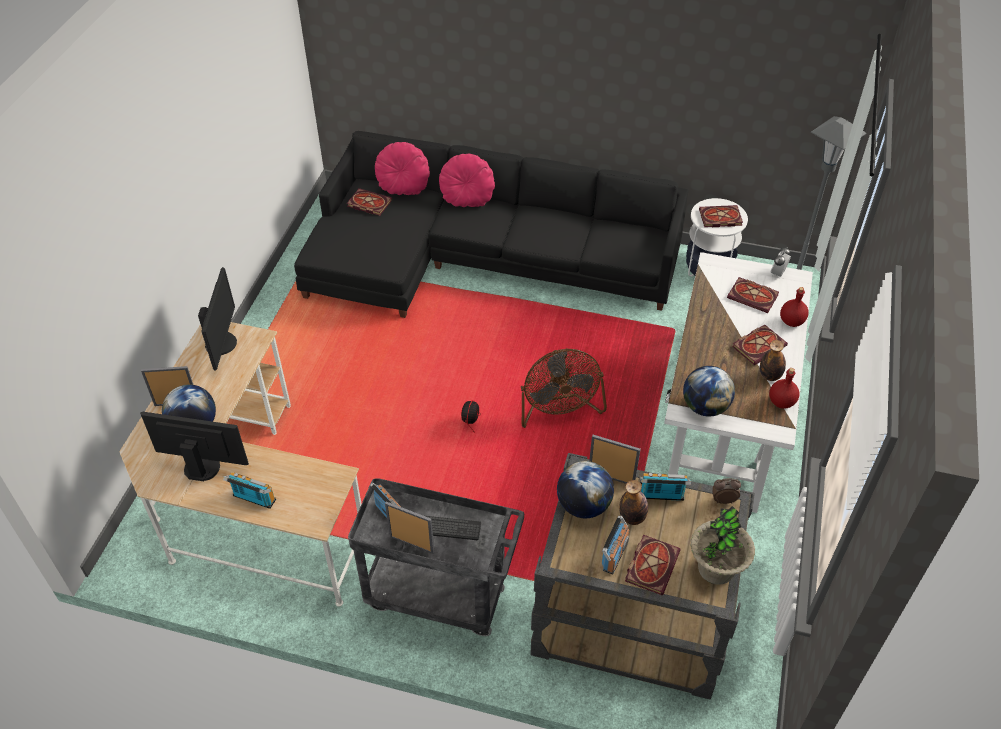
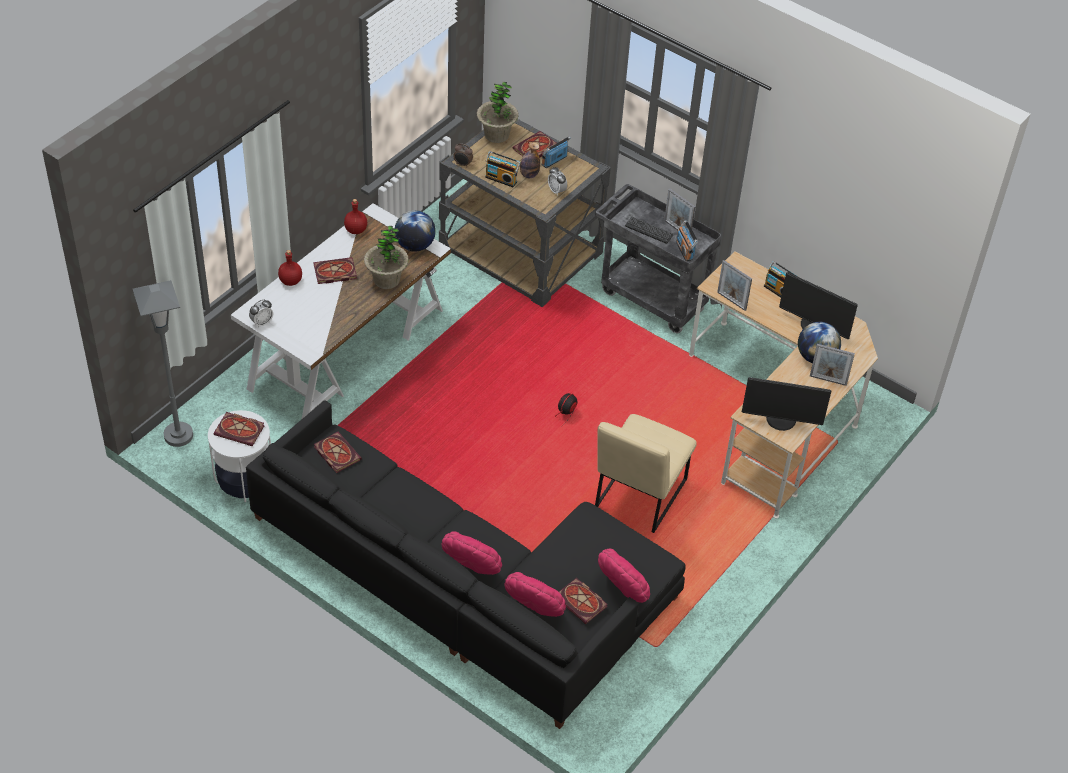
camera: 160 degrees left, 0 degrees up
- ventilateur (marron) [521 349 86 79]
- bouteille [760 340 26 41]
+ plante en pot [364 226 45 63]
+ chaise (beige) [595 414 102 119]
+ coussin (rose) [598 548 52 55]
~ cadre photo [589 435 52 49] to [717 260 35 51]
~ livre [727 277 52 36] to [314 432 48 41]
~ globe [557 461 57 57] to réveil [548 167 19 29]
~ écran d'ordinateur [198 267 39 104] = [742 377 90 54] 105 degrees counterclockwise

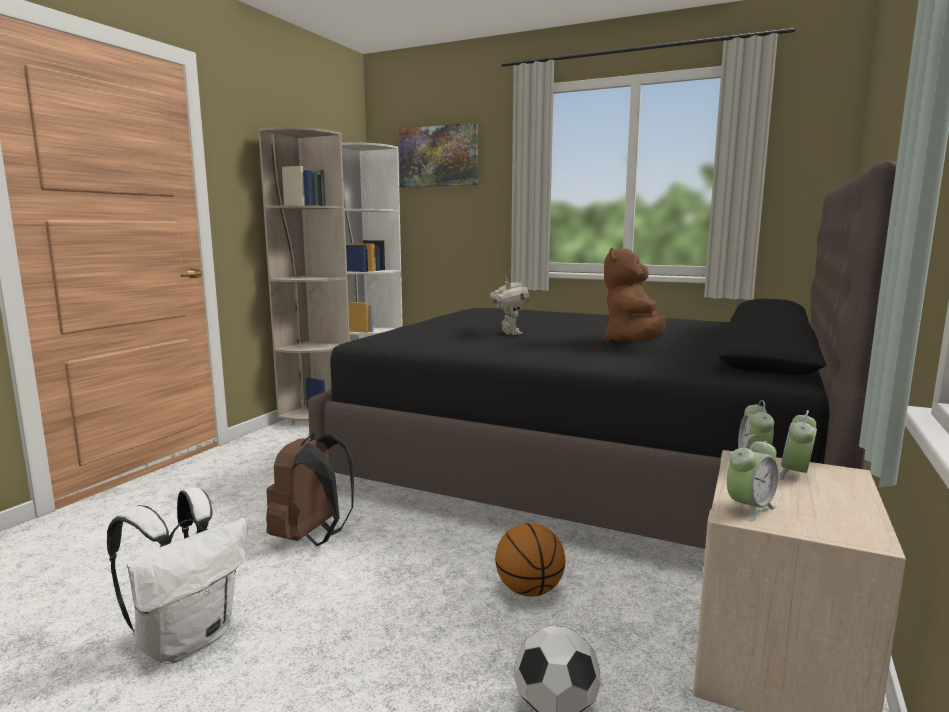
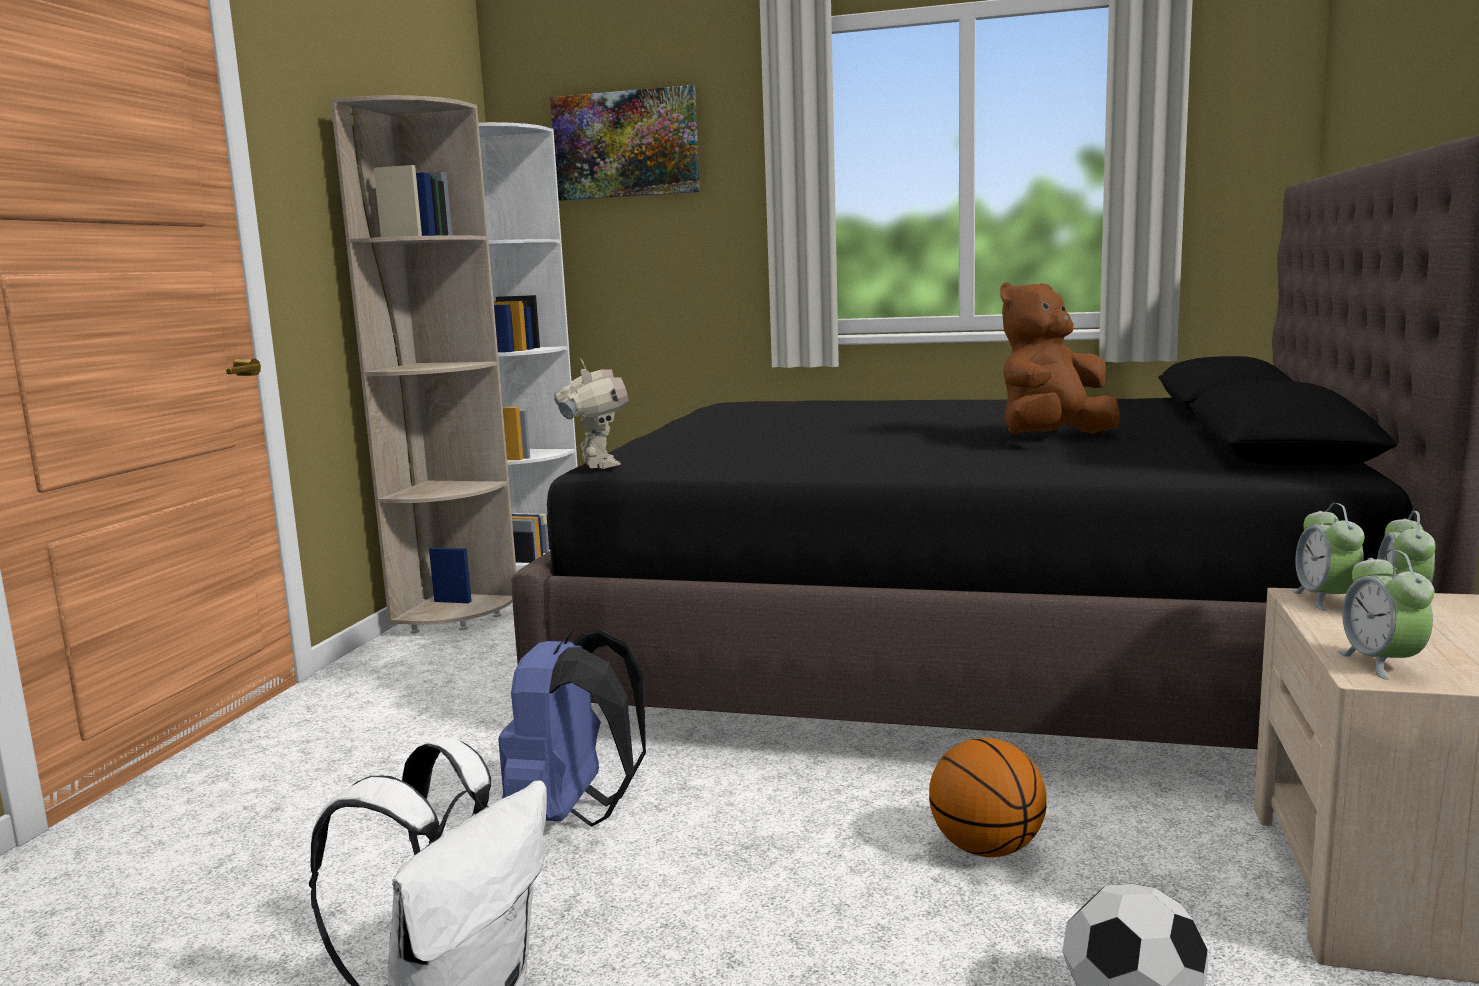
camera: 10 degrees left, 0 degrees up
~ robot jouet [490 276 40 59] to [554 358 75 111]
~ sac à dos (marron) [266 433 88 113] to sac à dos (bleu) [498 629 148 198]
~ peluche (marron) [604 247 62 96] = [1000 282 120 153] 45 degrees clockwise
~ réveil [727 434 52 87] = [1337 549 98 131] 135 degrees clockwise

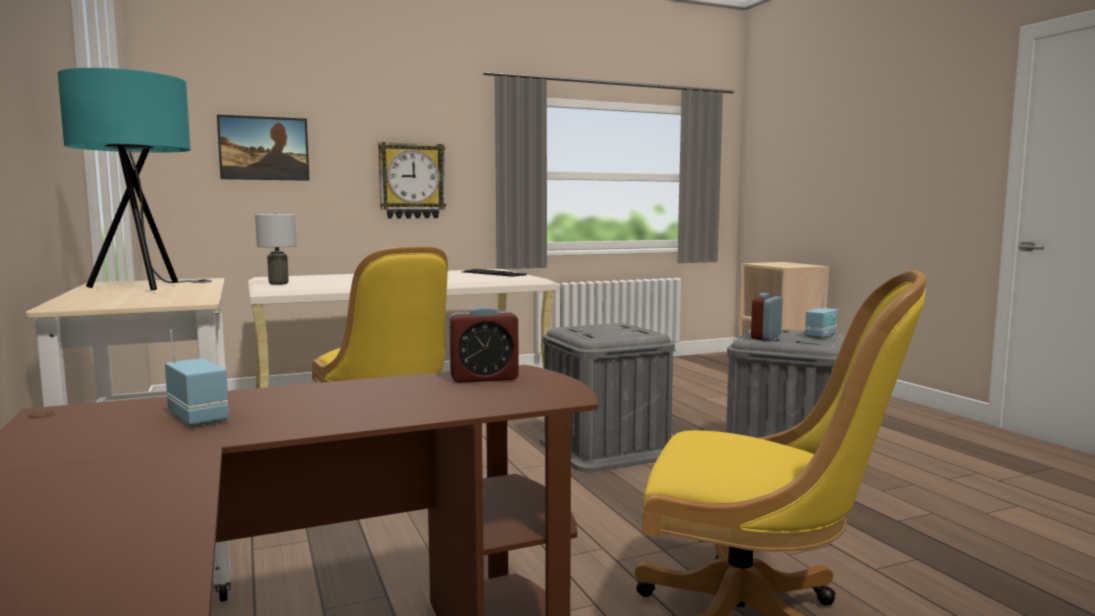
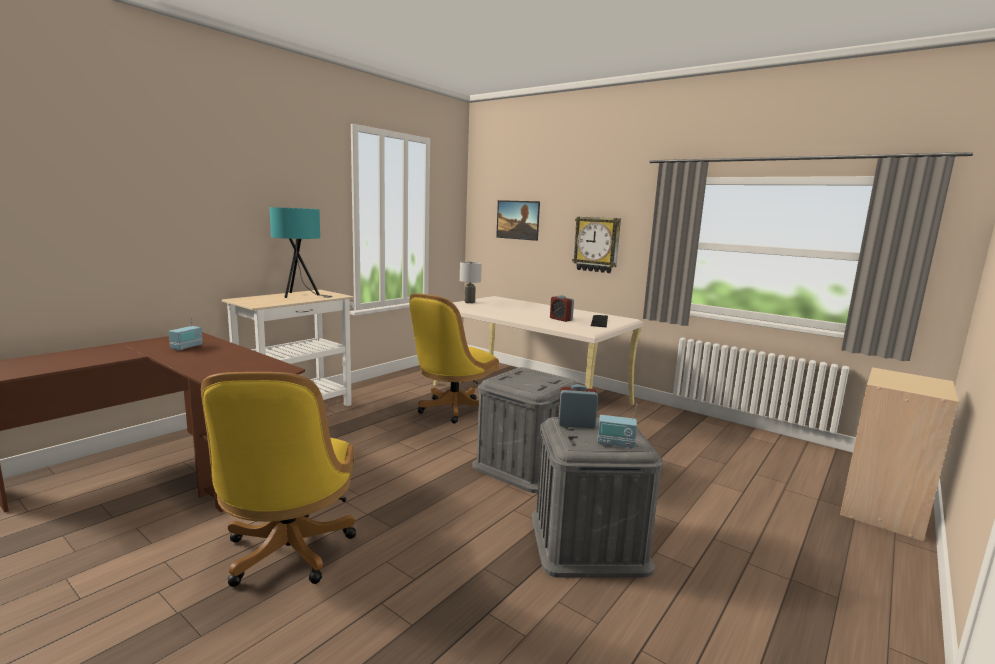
camera: 60 degrees right, 5 degrees up
~ réveil [449 306 70 77] to [550 295 24 27]

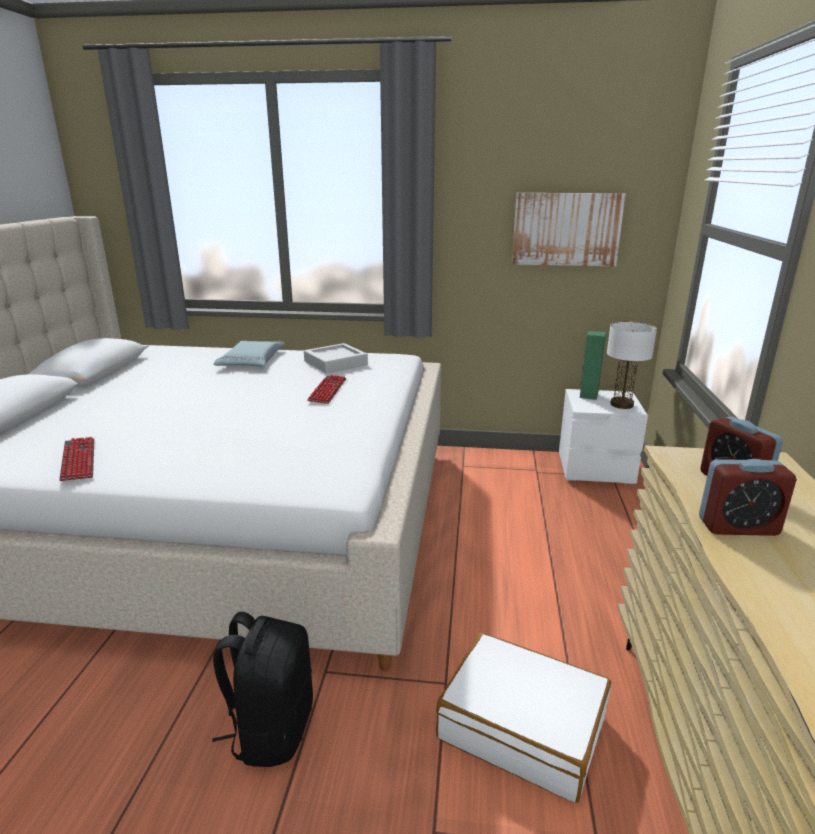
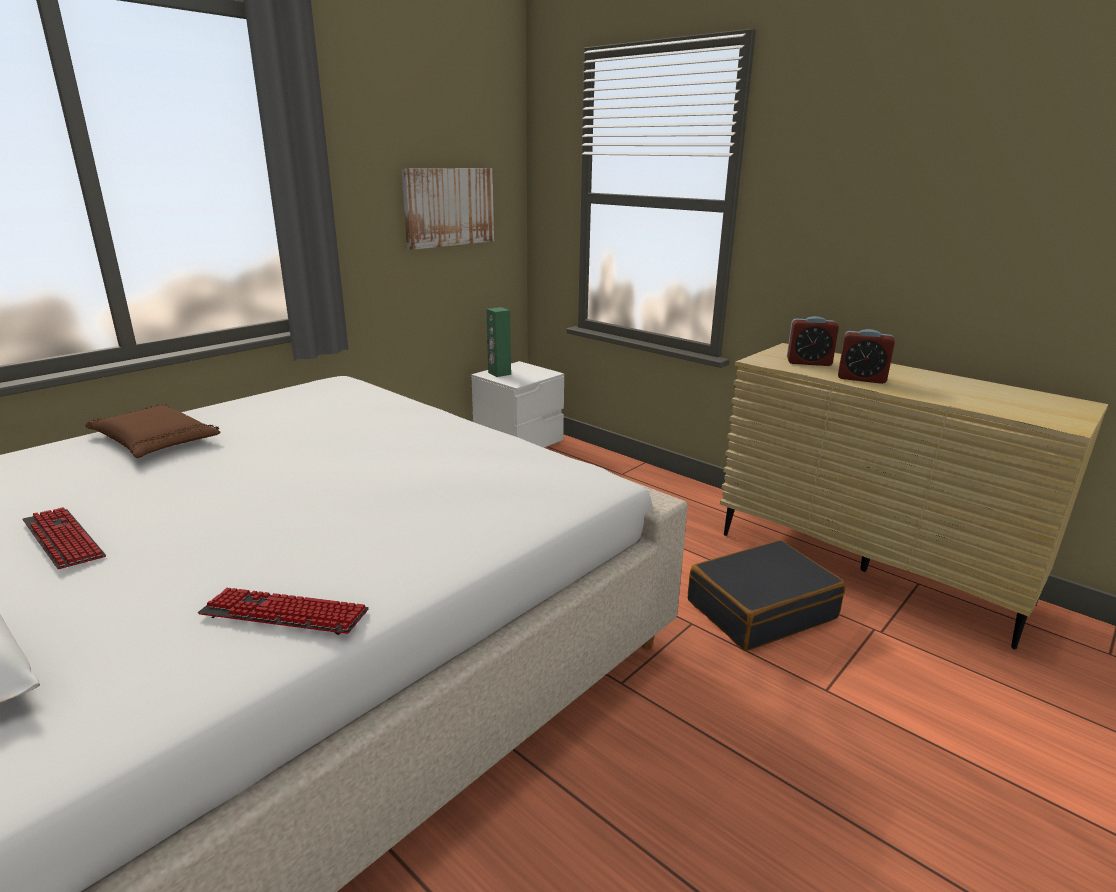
camera: 55 degrees left, 0 degrees up
- sac à dos (noir) [212 612 101 155]
- plateau (gris) [304 343 64 30]
- lampe de table [607 321 50 88]
~ clavier [307 375 39 29] to [23 507 83 62]
~ coussin (bleu) [214 340 71 26] to coussin (marron) [85 403 136 55]
~ valise (blanc) [436 632 175 171] to valise (noir) [688 540 158 111]
~ réveil [699 459 97 77] = [838 329 57 55] 75 degrees clockwise

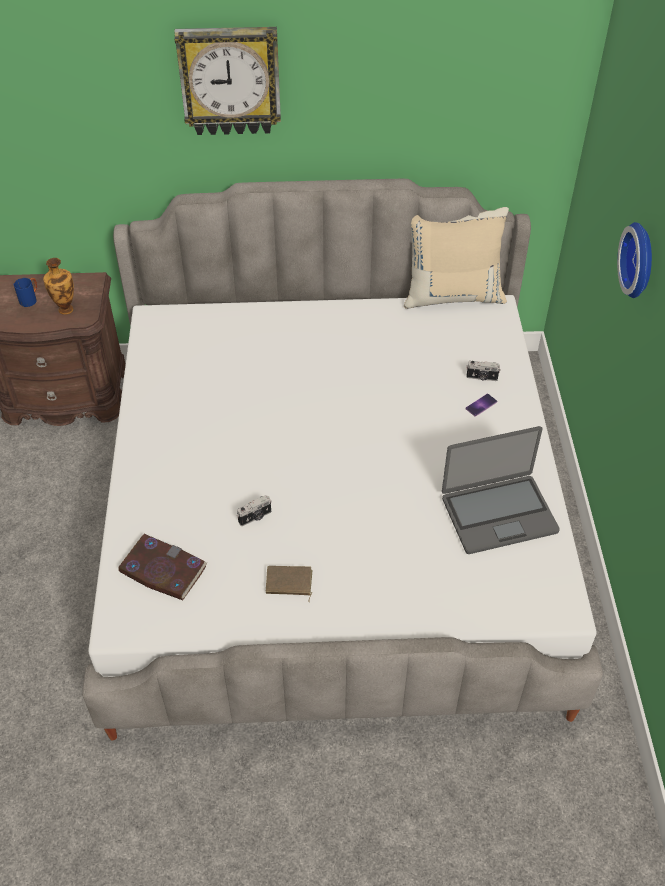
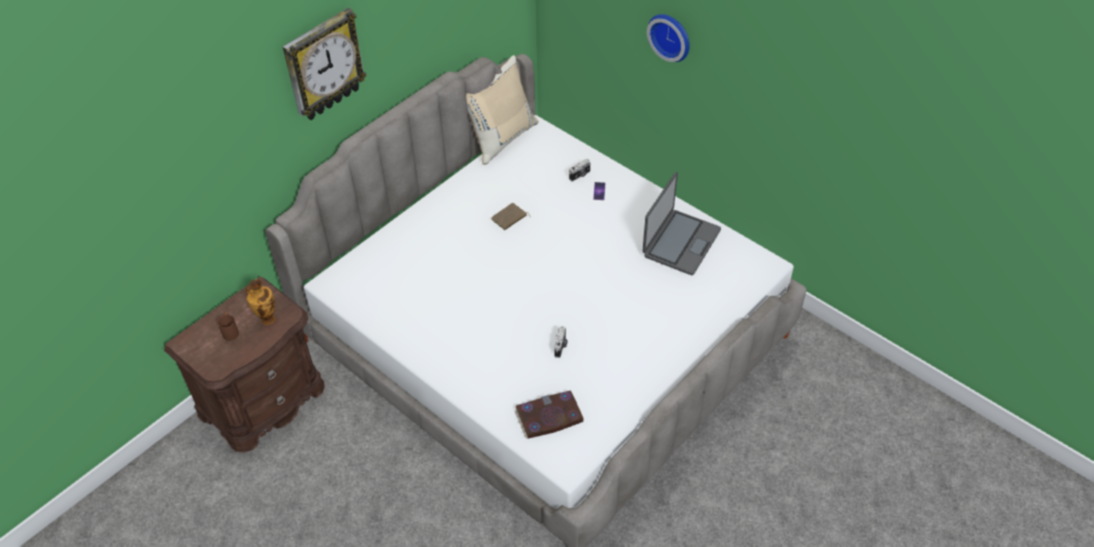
camera: 45 degrees left, 0 degrees up
~ livre (marron) [266 566 46 35] to [491 203 40 27]
~ mug (bleu) [14 278 23 29] to mug (marron) [218 313 21 28]

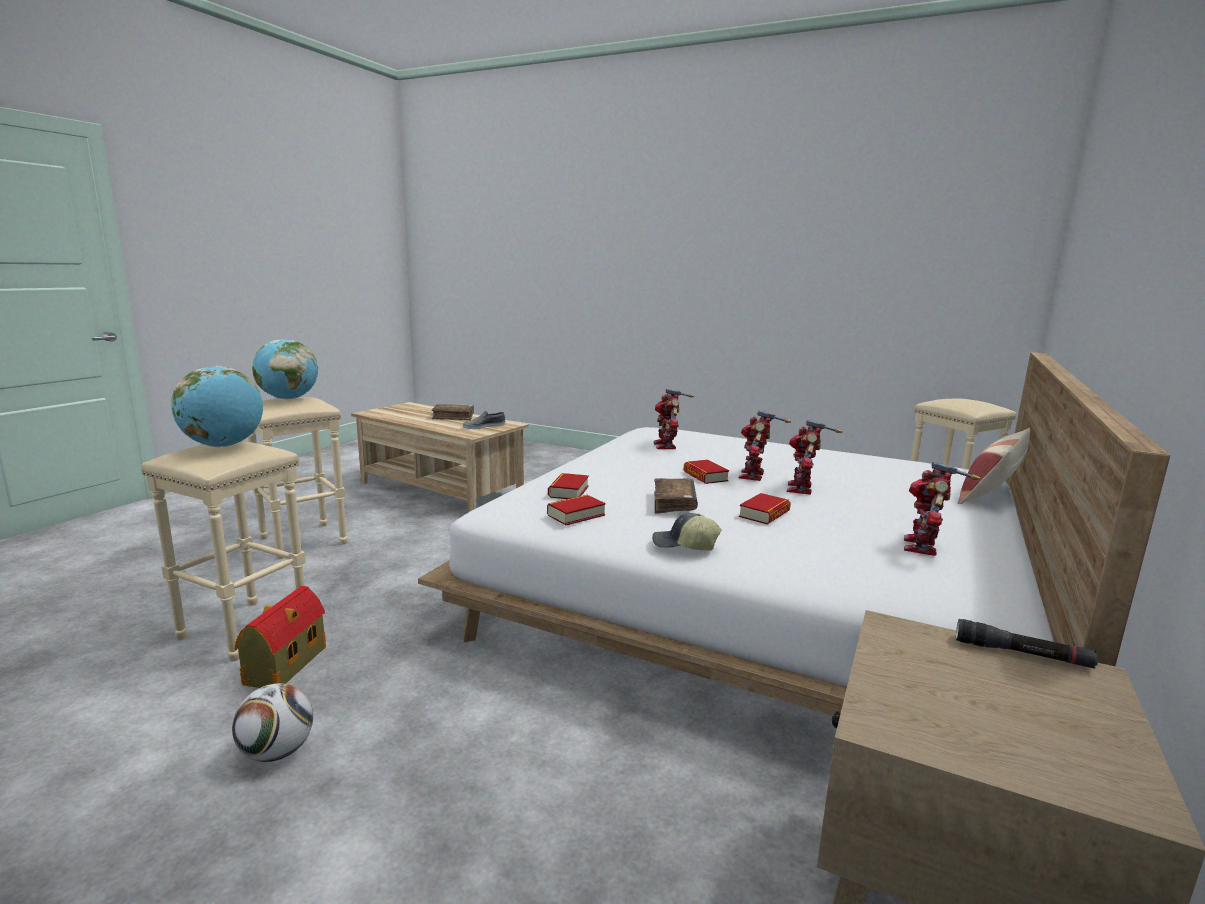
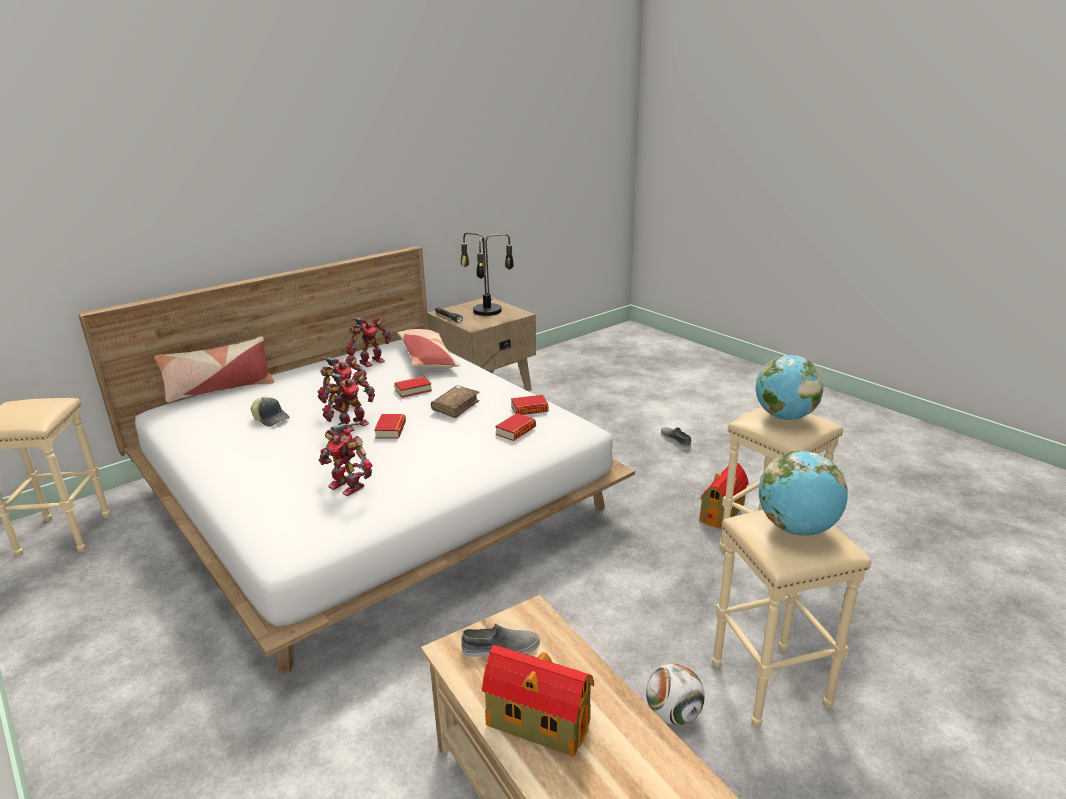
camera: 155 degrees left, 10 degrees up
+ coussin [398 329 62 40]
+ lampe de table [461 233 53 83]
+ chaussure (gris) [661 427 31 22]
~ ballon de foot [232 683 81 79] to [646 664 59 61]
~ casquette [652 513 70 37] to [251 397 39 30]
~ livre (marron) [432 404 42 16] to maison miniature [482 645 112 112]
~ robot jouet [654 389 40 60] = [319 421 54 75] 105 degrees clockwise

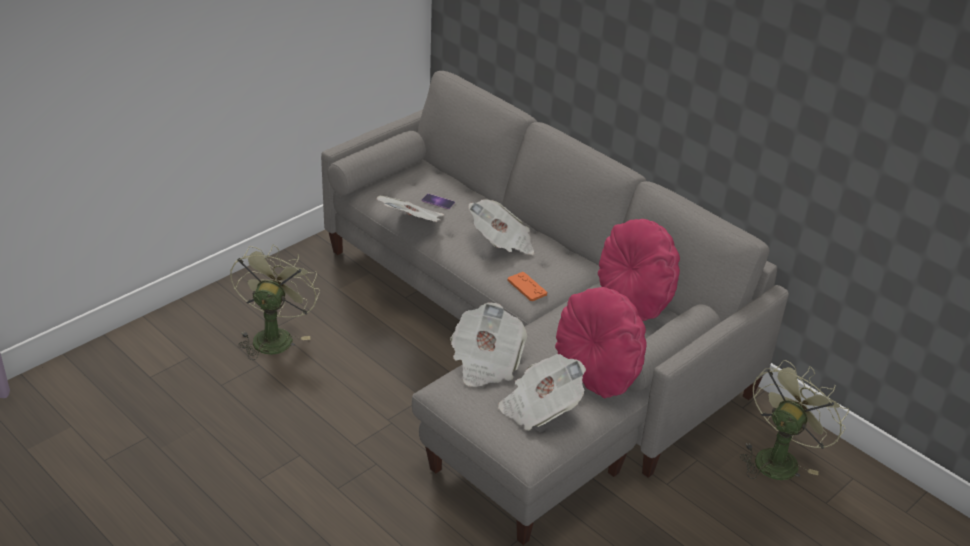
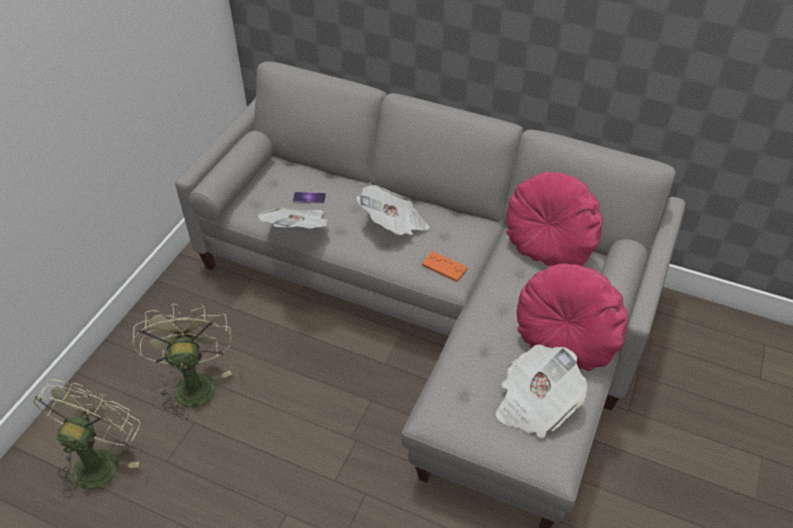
camera: 20 degrees left, 10 degrees up
- journal [450 302 77 85]
~ ventilateur (vert) [740 360 109 120] to [34 379 106 119]

